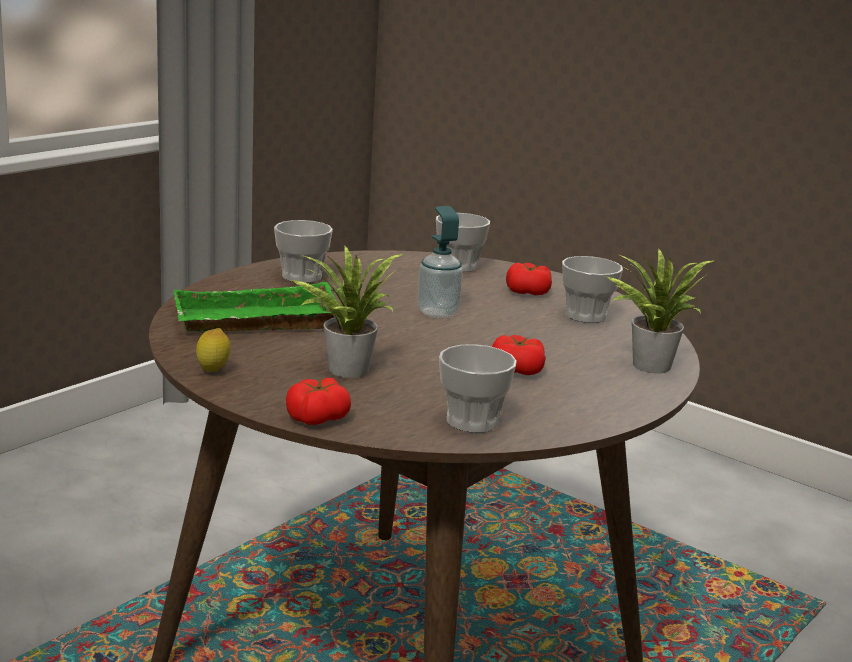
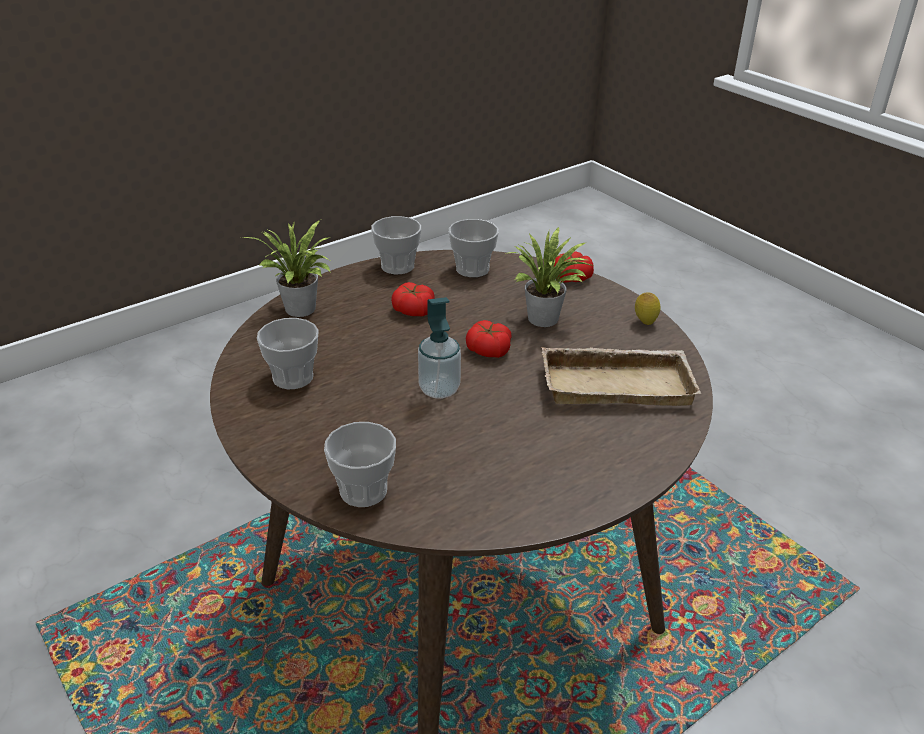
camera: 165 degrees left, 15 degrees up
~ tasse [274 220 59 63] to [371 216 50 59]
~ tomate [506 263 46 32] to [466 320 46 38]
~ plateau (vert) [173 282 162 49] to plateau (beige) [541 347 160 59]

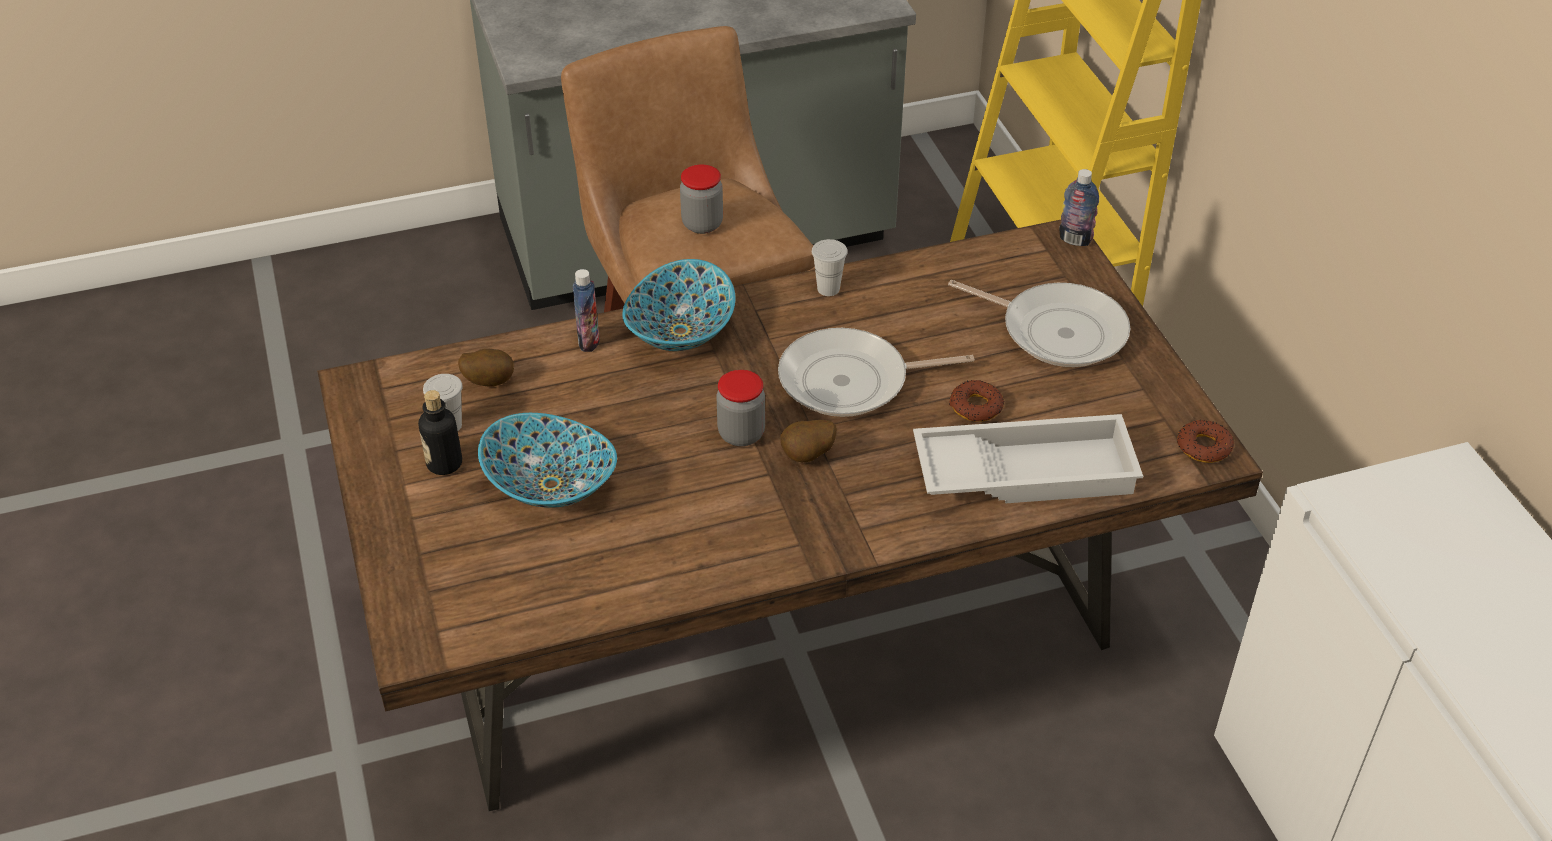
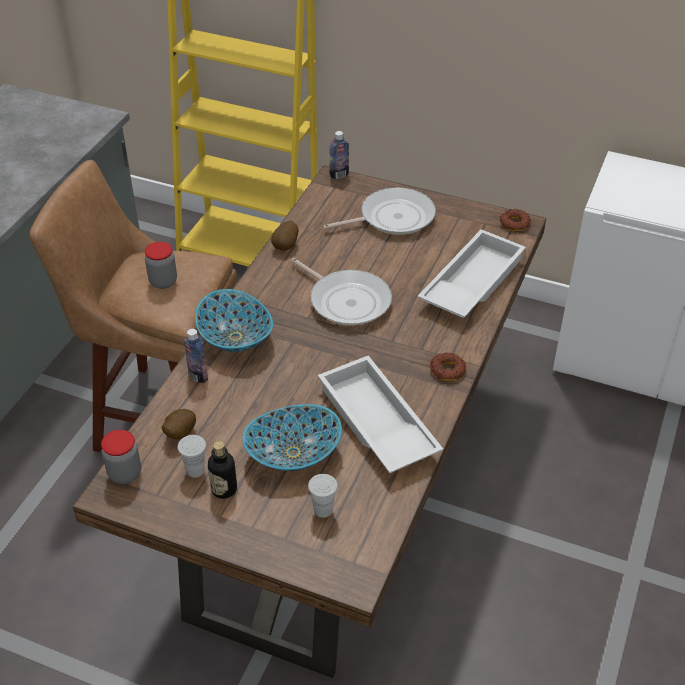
camera: 50 degrees left, 0 degrees up
+ plateau (blanc) [318 356 125 117]
~ bocal [717 370 48 76] to [101 430 40 54]
~ pomme de terre [780 420 57 42] to [271 221 28 30]
~ tasse (blanc) [812 239 36 57] to [308 474 30 44]
~ beignet [949 380 55 42] to [430 353 36 28]
~ poêle [778 328 196 89] = [291 258 101 68] 75 degrees counterclockwise

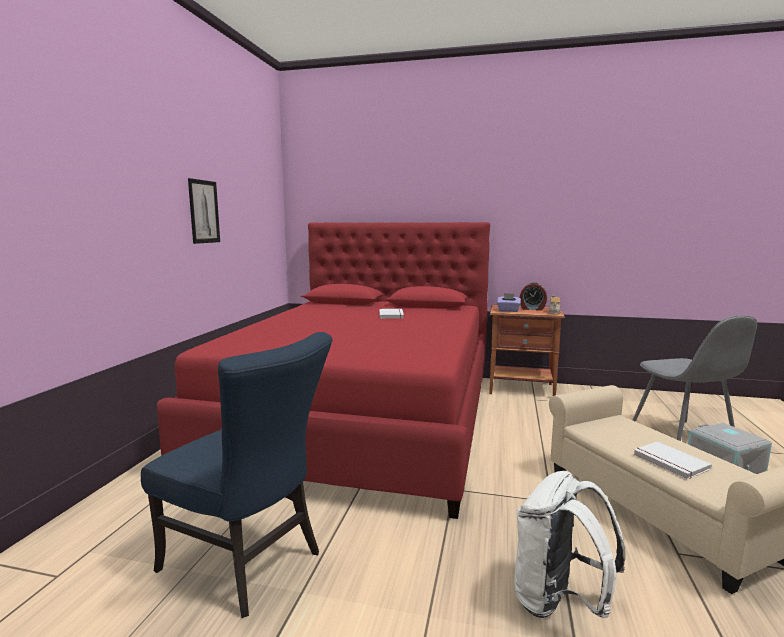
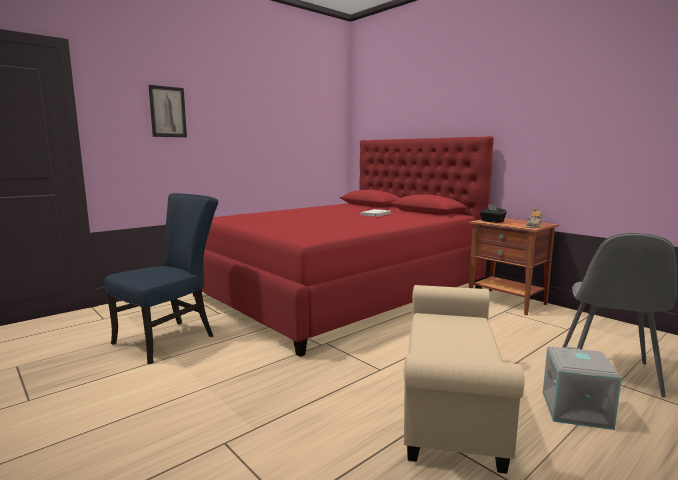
camera: 35 degrees right, 0 degrees up
- sac à dos (blanc) [514 471 112 147]
- réveil [520 282 27 29]
- livre (blanc) [633 441 79 38]
~ tableau [188 178 32 66] to [149 85 38 52]
~ boîte à mouchoirs (violet) [497 293 24 19] to boîte à mouchoirs (noir) [480 204 27 19]
~ chaise (bleu) [141 332 192 286] = [104 193 115 171] 120 degrees counterclockwise

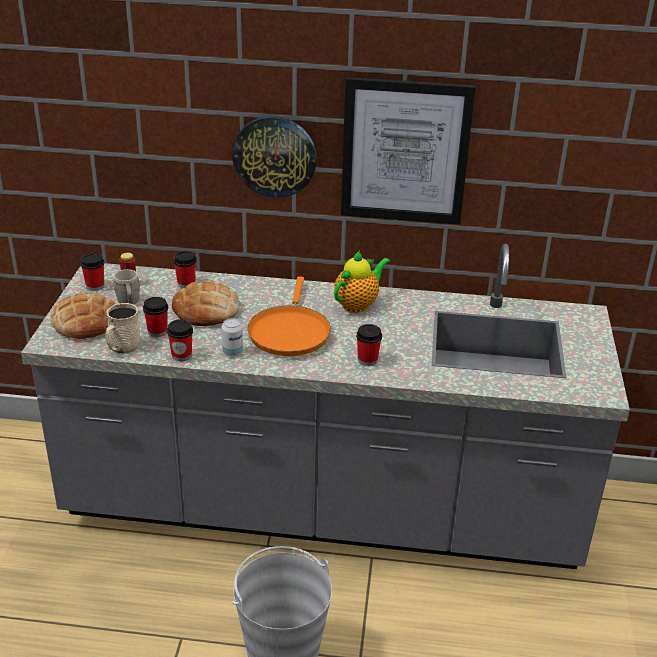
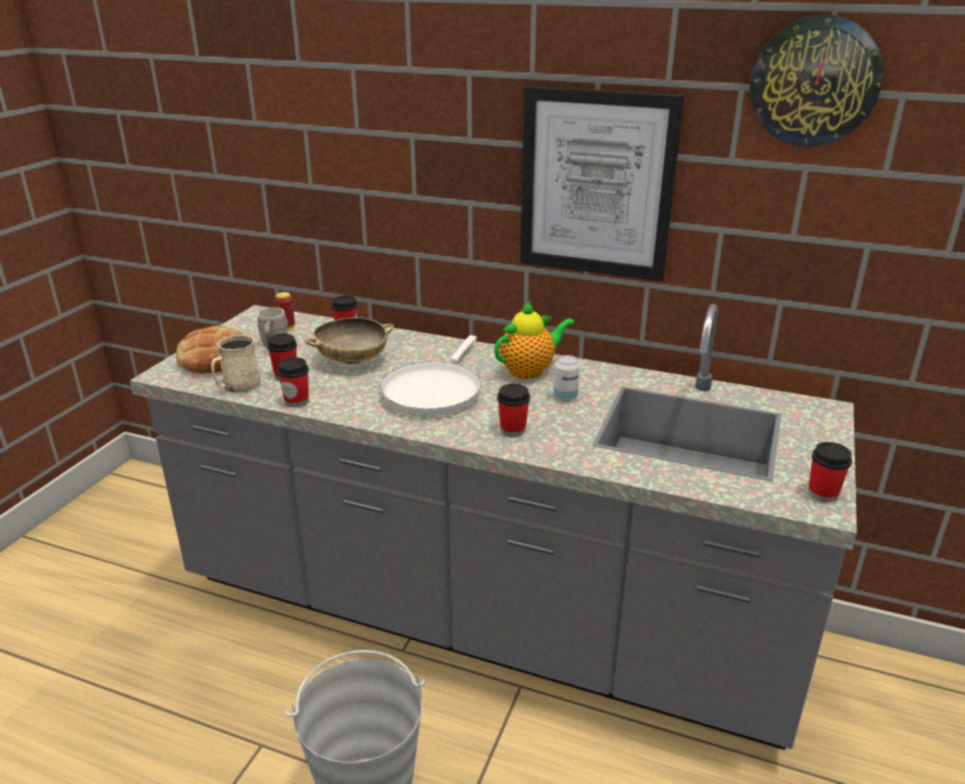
camera: 15 degrees right, 5 degrees down
~ tasse [80 253 24 38] to [808 442 44 60]
~ boîte métallique [222 318 21 38] to [553 355 27 46]
~ horloge murale [232 116 85 82] to [749 15 134 132]
~ pain [172 281 68 45] to bol (beige) [305 317 89 47]
~ poêle (orange) [247 276 84 80] to poêle (blanc) [380 335 101 80]

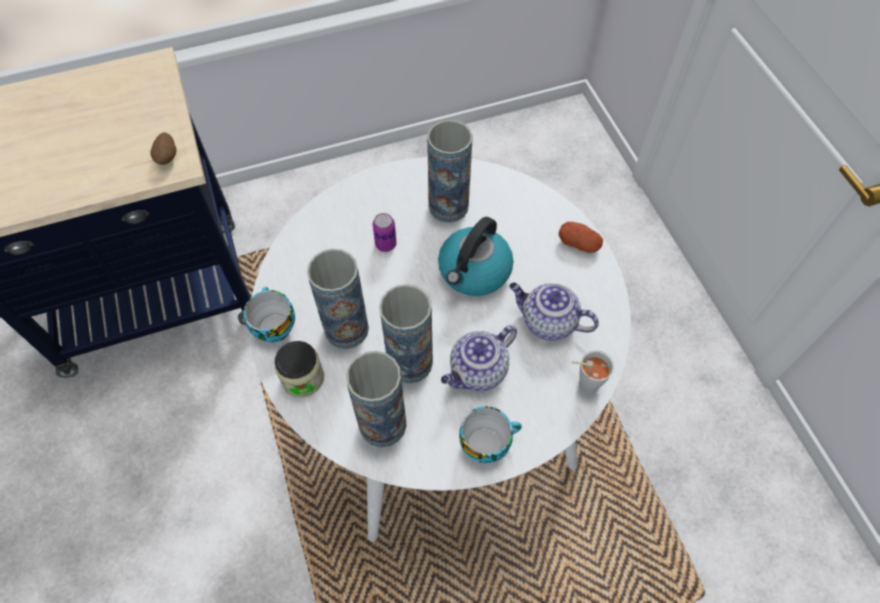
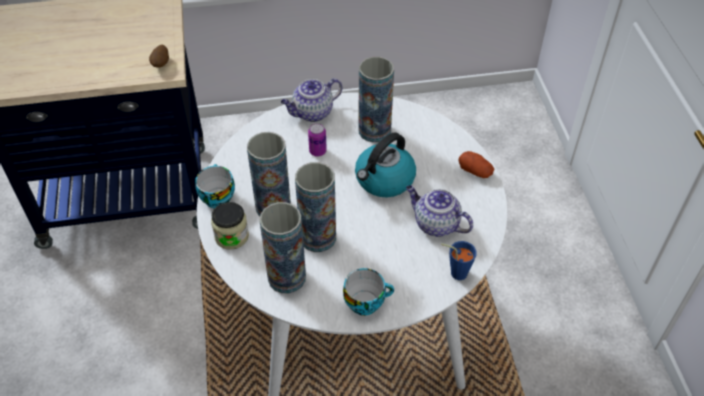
camera: 10 degrees right, 10 degrees down
~ théière [441 325 76 66] to [281 78 62 44]
~ tasse (gris) [572 350 42 44] to tasse (bleu) [441 241 36 39]

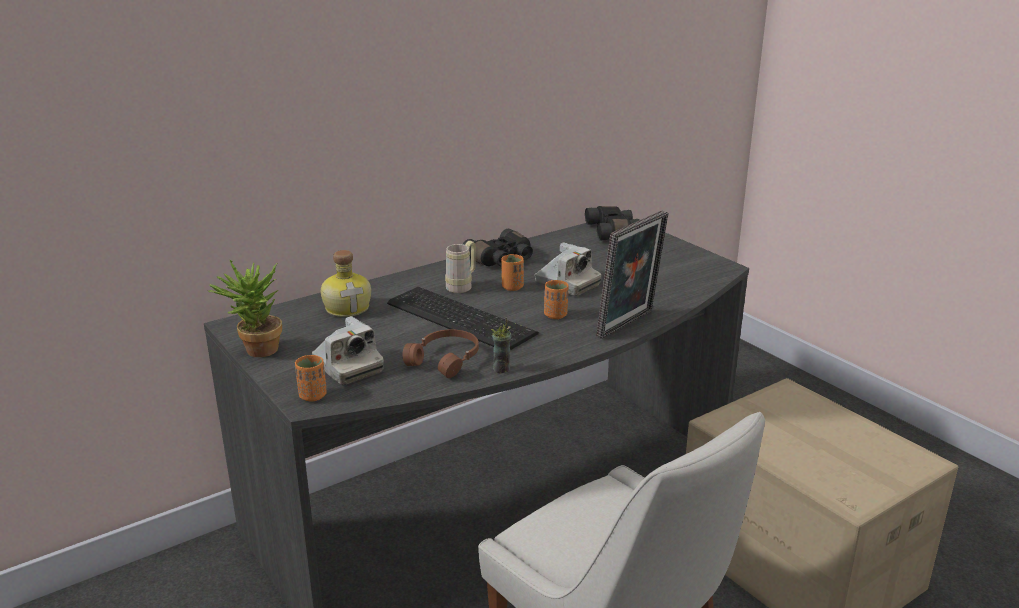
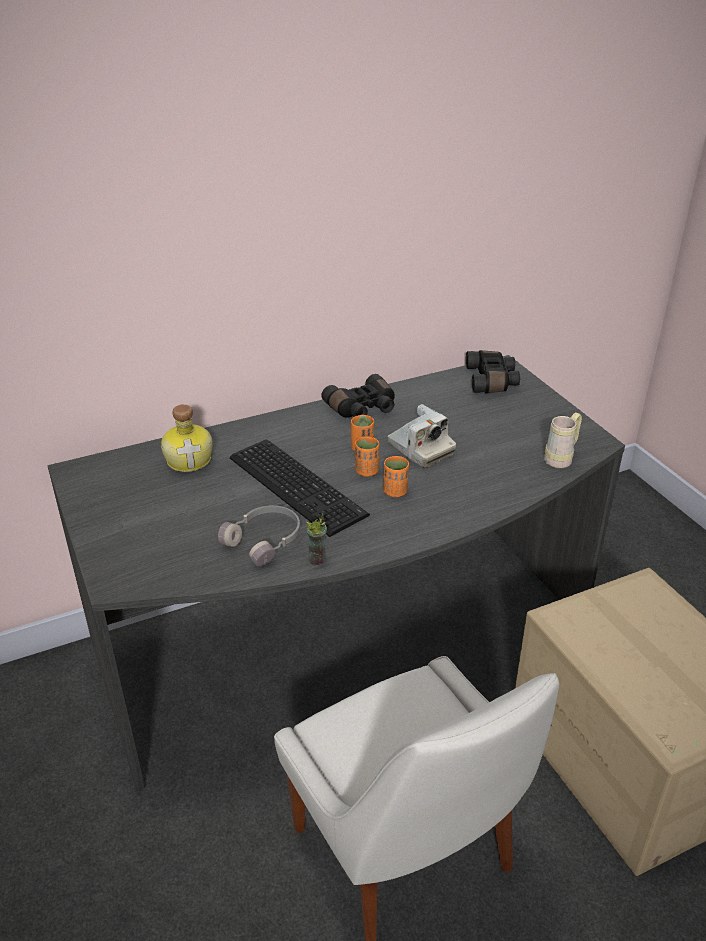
camera: 10 degrees right, 10 degrees up
- plante en pot [208 259 74 98]
- appareil photo [312 316 72 69]
- cadre photo [596 210 72 129]
~ tasse (orange) [295 355 32 47] to [355 437 24 40]
~ mug (beige) [445 241 31 52] to [544 413 38 55]
~ casque audio (marron) [403 329 76 49] to casque audio (gris) [218 505 82 61]

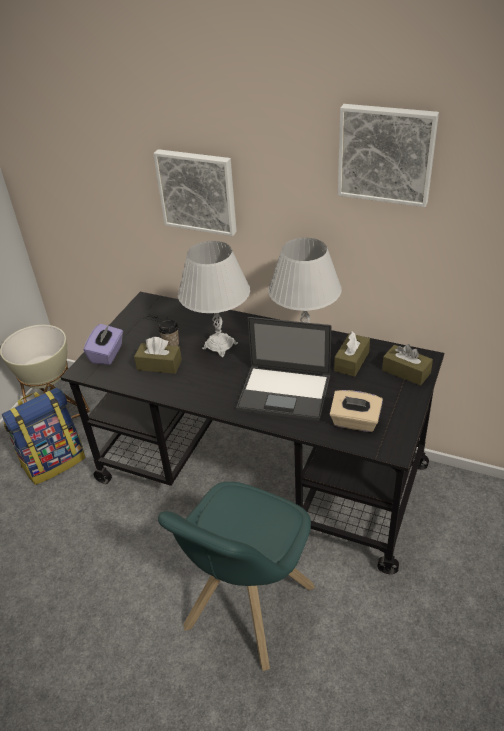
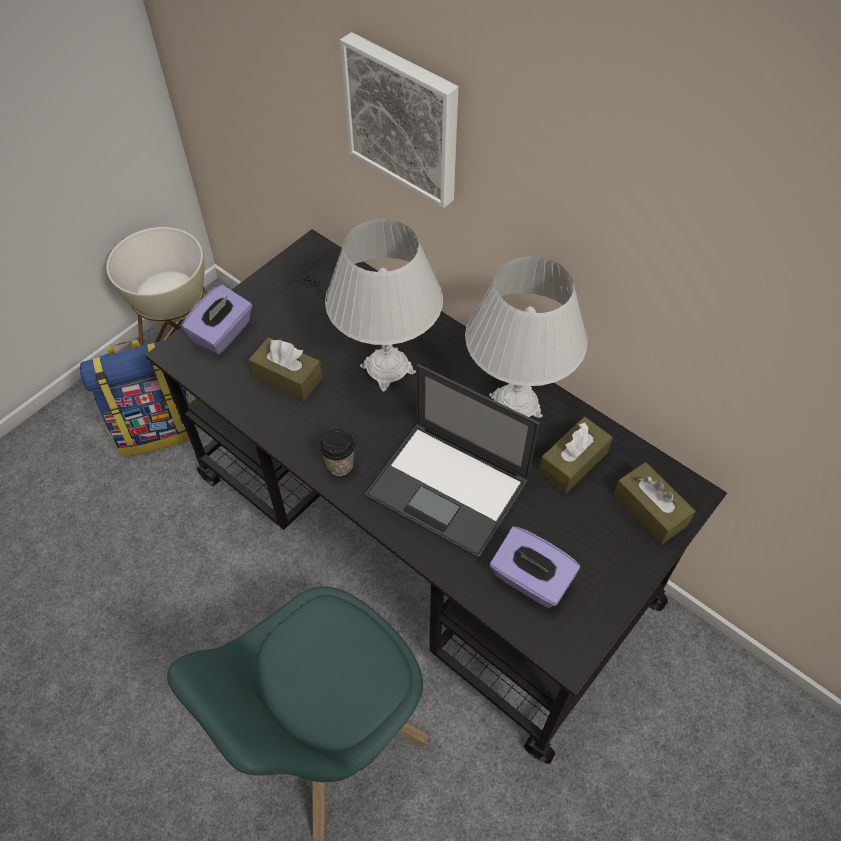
camera: 15 degrees right, 15 degrees up
- tableau [338 104 101 103]
~ tasse [158 320 21 26] to [319 429 36 47]
~ boîte à mouchoirs (beige) [330 390 53 42] to boîte à mouchoirs (violet) [490 526 90 82]

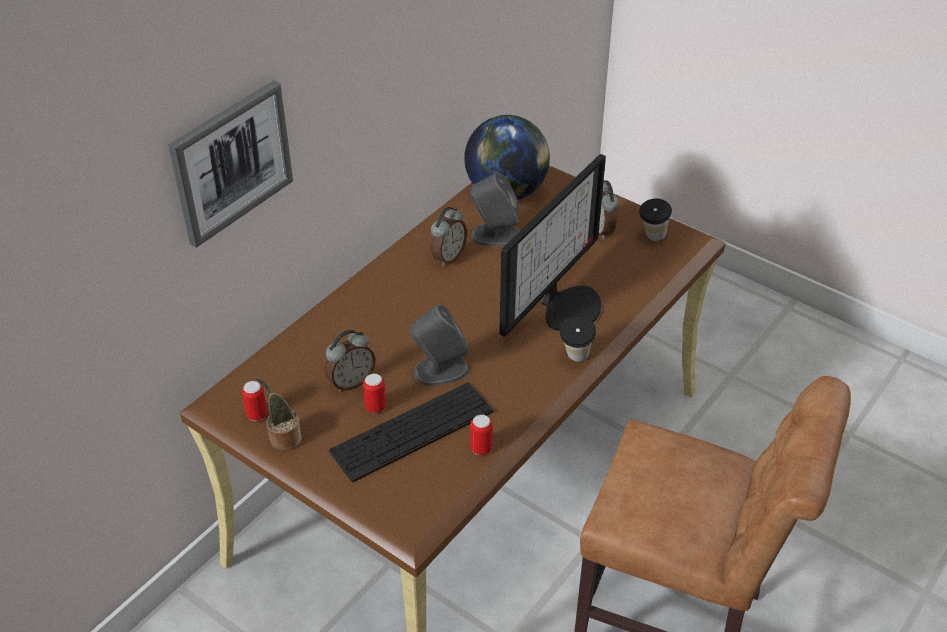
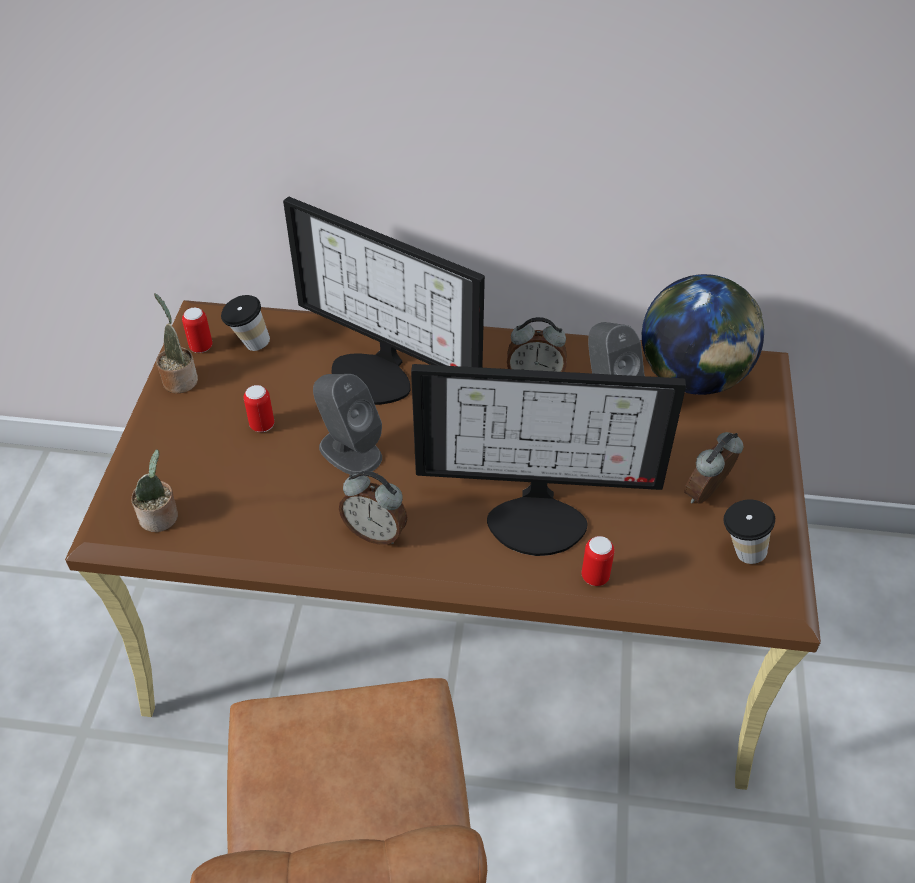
camera: 60 degrees right, 5 degrees up
- tableau [168 81 125 167]
- clavier [329 382 164 100]
+ plante en pot [131 449 47 83]
+ écran d'ordinateur [283 197 202 208]
~ réveil [325 330 50 62] to [339 471 69 74]
~ boîte métallique [470 415 23 40] to [582 536 32 50]
~ tasse [560 316 36 46] to [221 295 49 56]

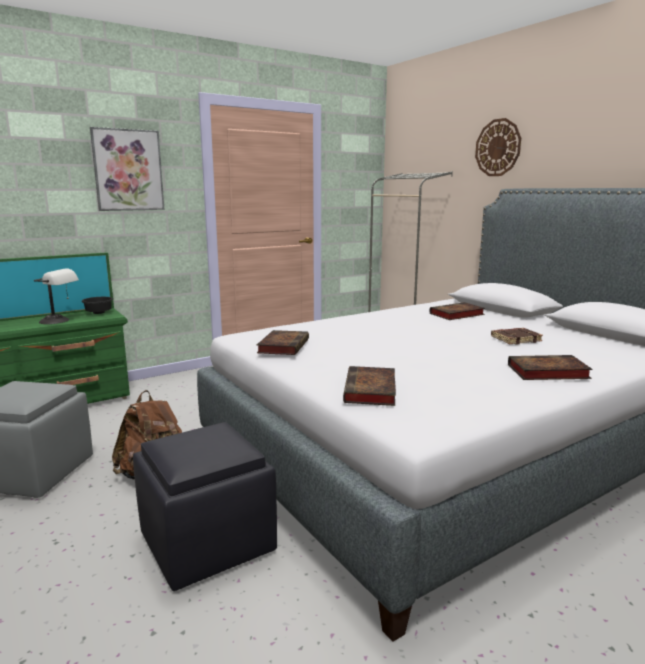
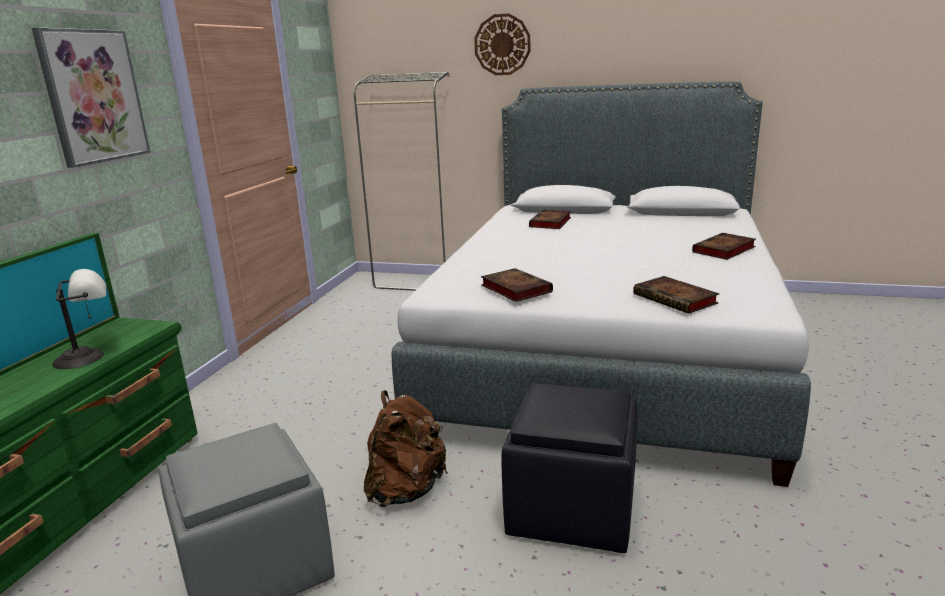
camera: 40 degrees left, 5 degrees up
- bol (noir) [82 297 31 17]
- livre (marron) [491 328 52 17]

